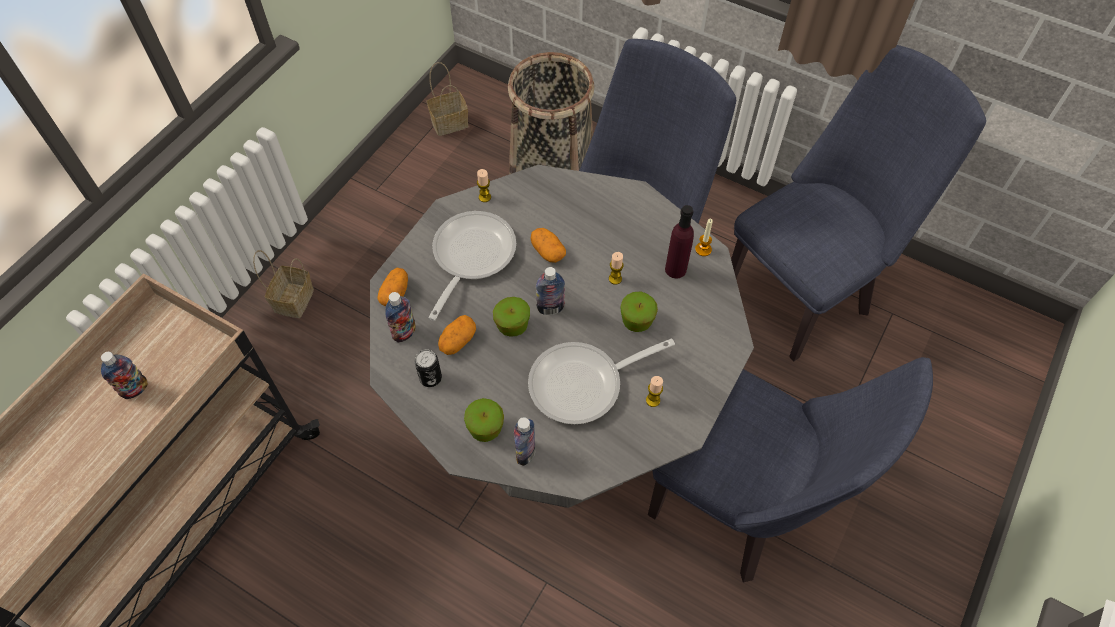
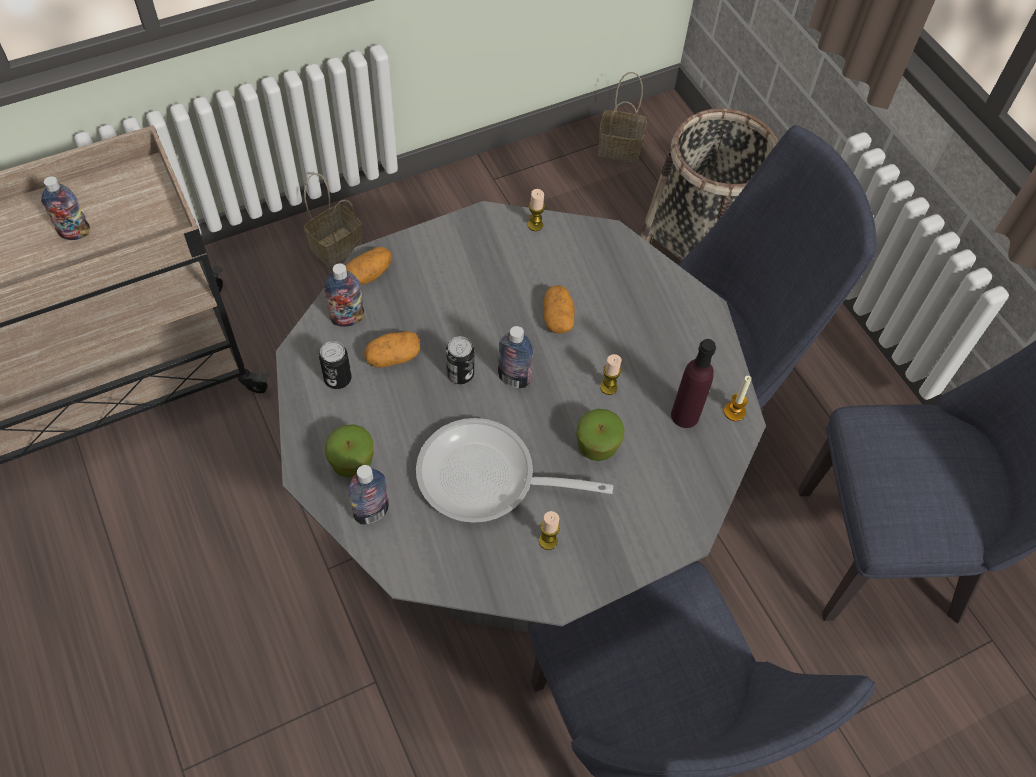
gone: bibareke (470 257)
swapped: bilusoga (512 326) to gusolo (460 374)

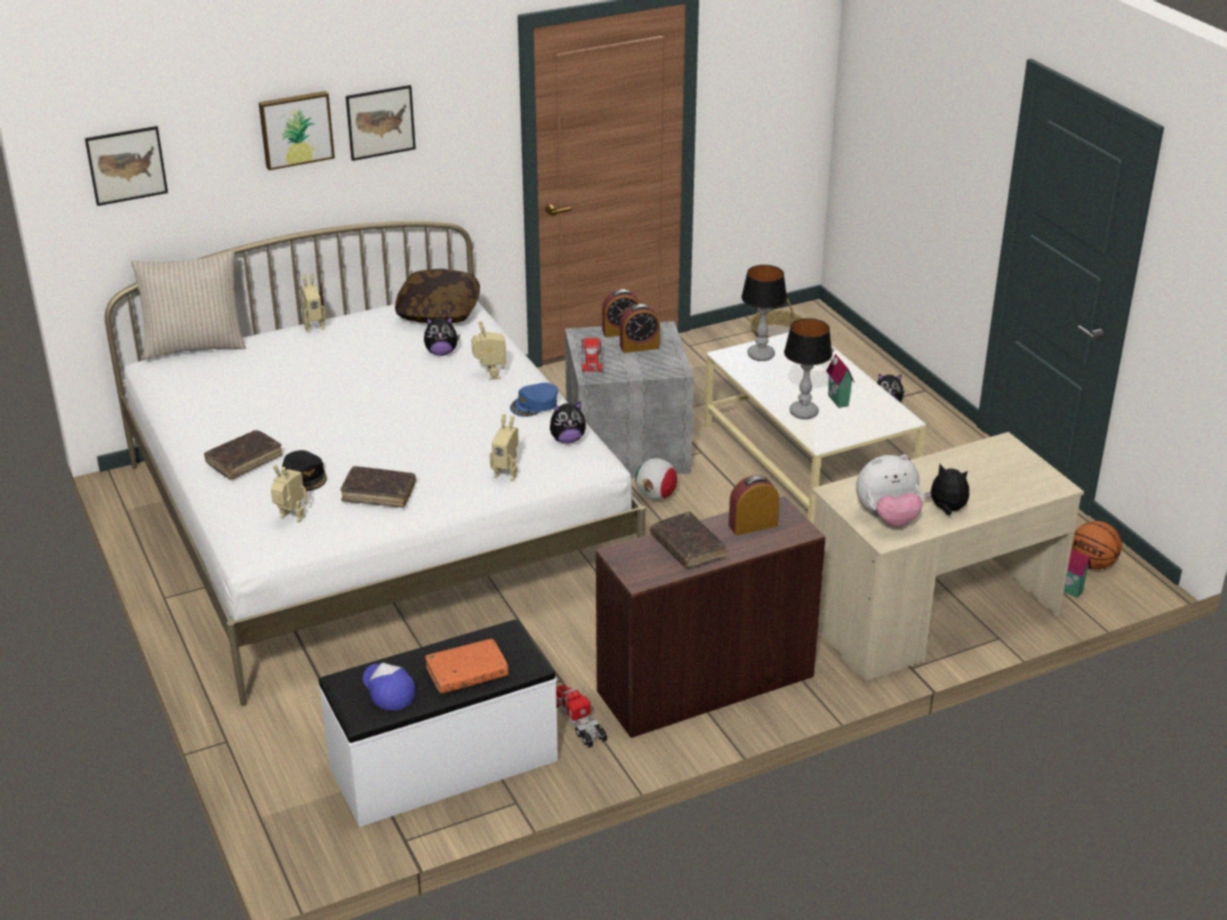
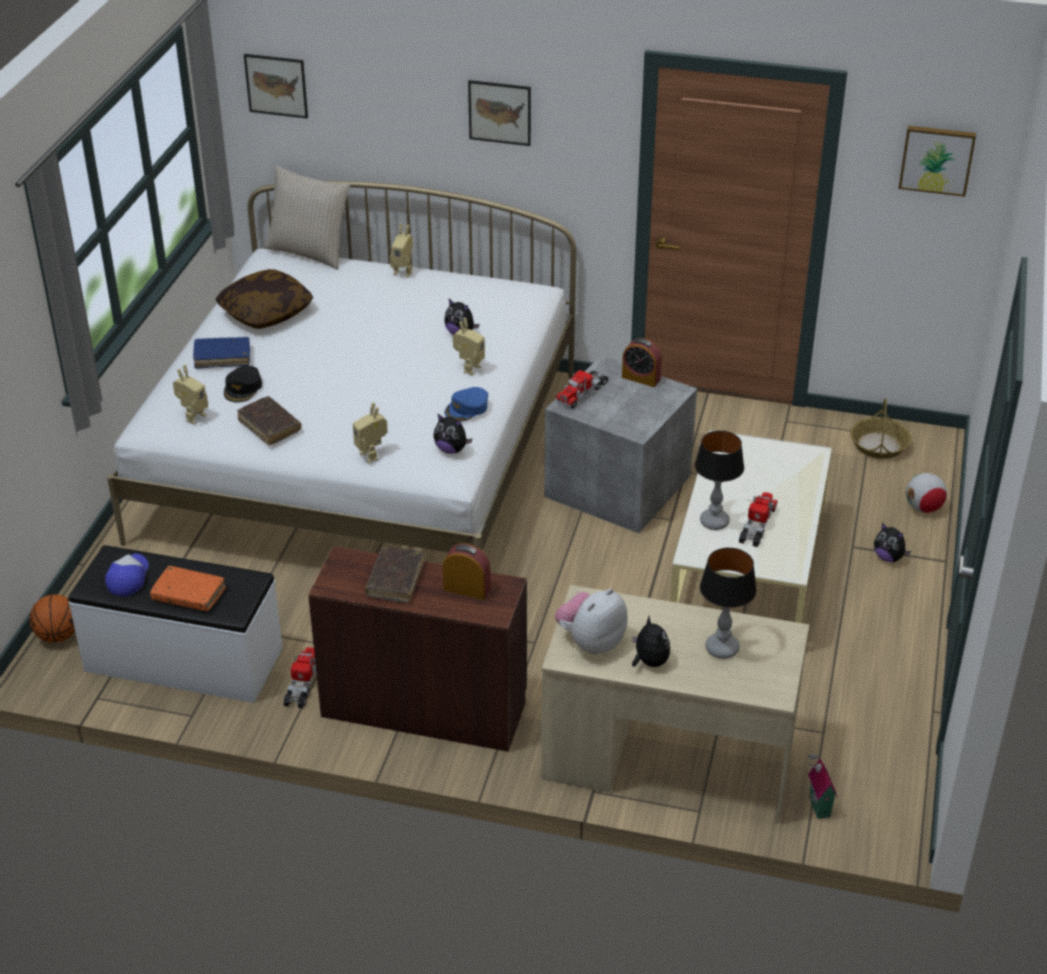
gone: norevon (639 347)
shifted: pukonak (296 129) to (937 159); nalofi (760 355) to (721 649); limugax (438 311) to (266 312); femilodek (656 496) to (923 508); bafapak (1092 564) to (58 636)
swapped: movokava (836 400) to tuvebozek (757 525)
repainted: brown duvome (244 460) to blue duvome (222 357)
rotated: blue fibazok (534 404) = (467 409) 45 degrees counterclockwise; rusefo (888 518) = (591 642) 105 degrees clockwise; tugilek (290 519) = (193 417) 60 degrees clockwise

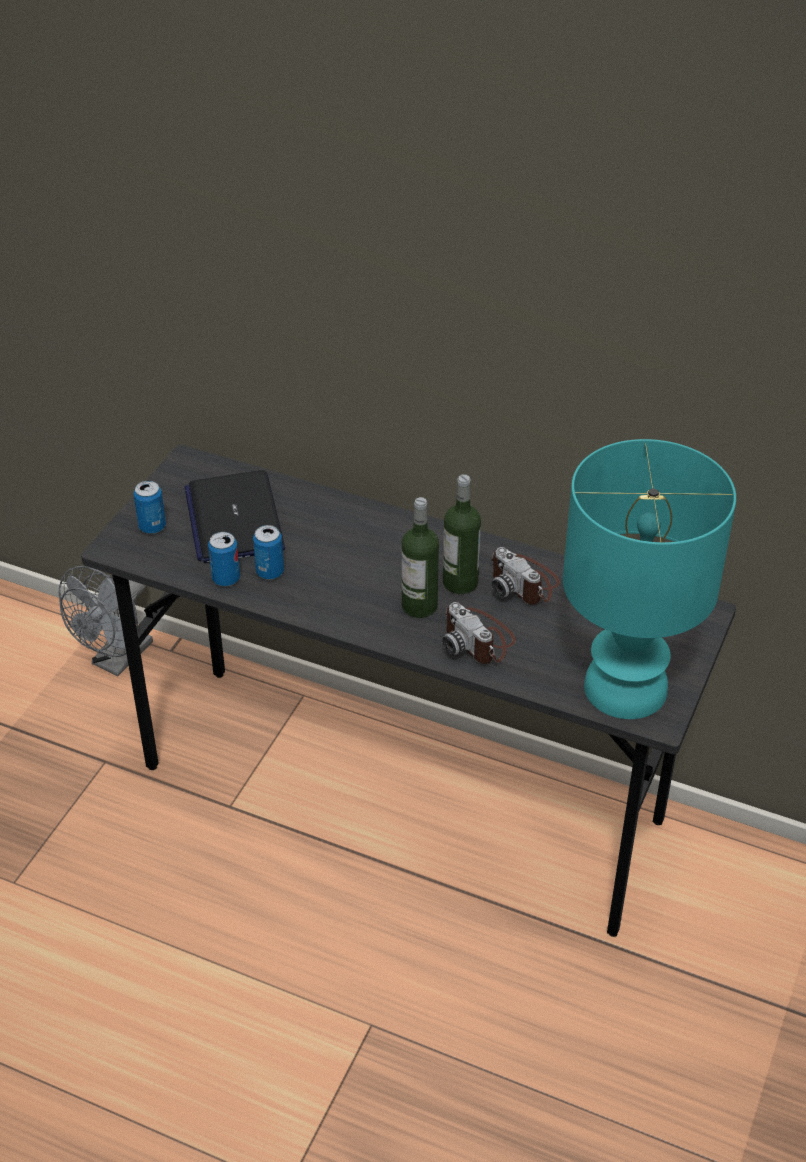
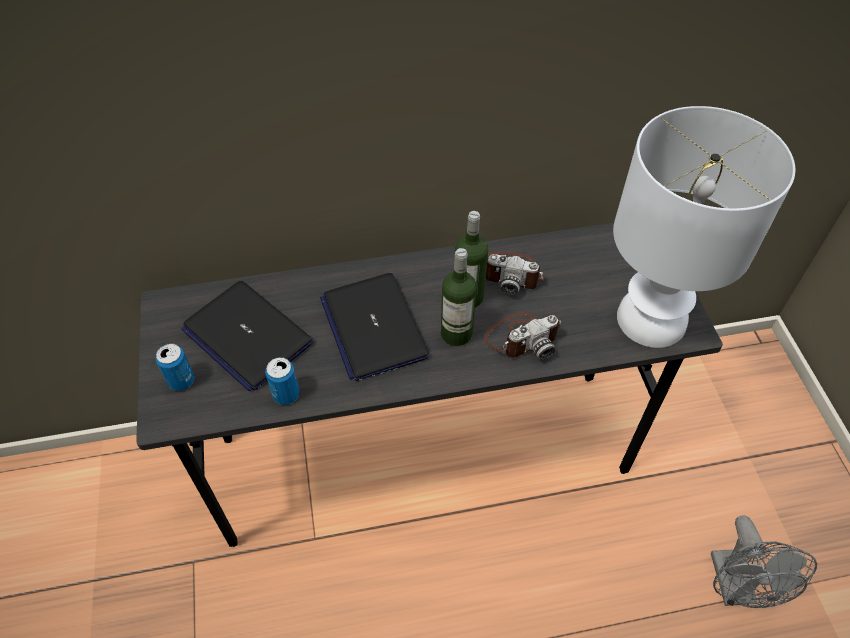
gone: gusolo (270 572)
new: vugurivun (373 327)
shifted: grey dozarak (117 660) to (736 588)
repainted: turquoise nalofi (624 686) to white nalofi (649 318)
rotated: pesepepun (478 639) = (522 337) 45 degrees counterclockwise

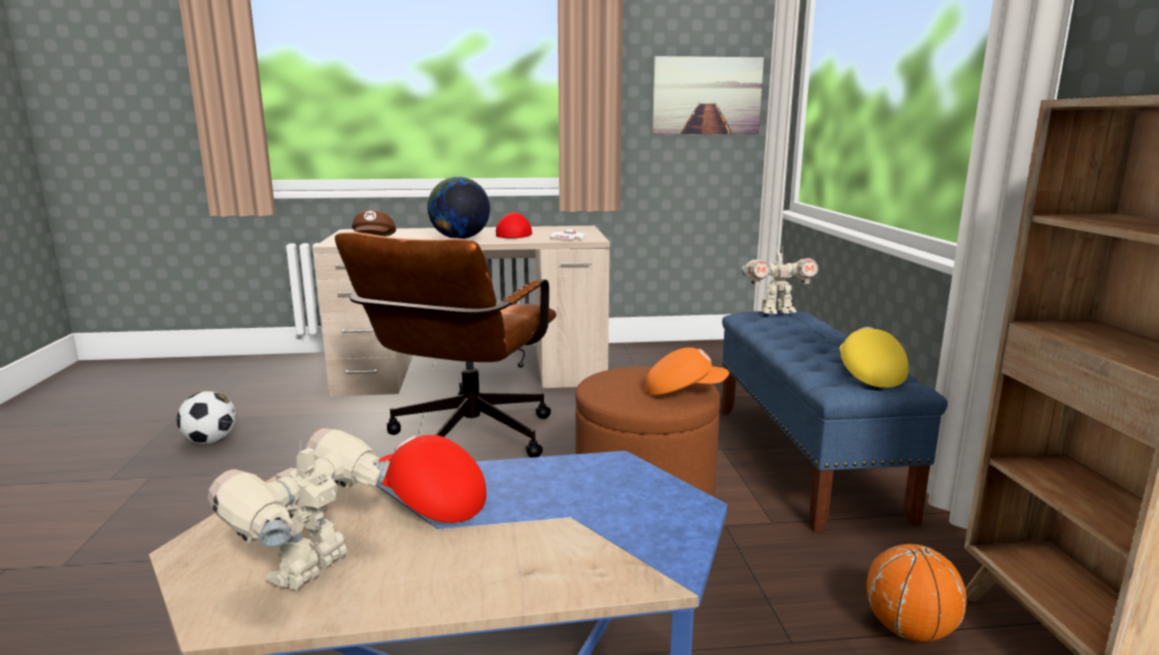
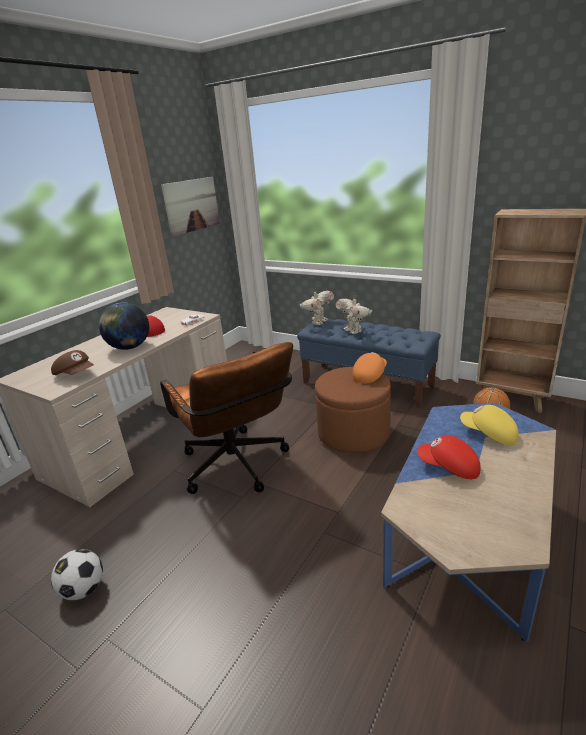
shifted: yellow fibazok (867 374) to (488 434); tugilek (314 570) to (353 330)
rotated: red fibazok (429 502) = (449 468) 45 degrees clockwise

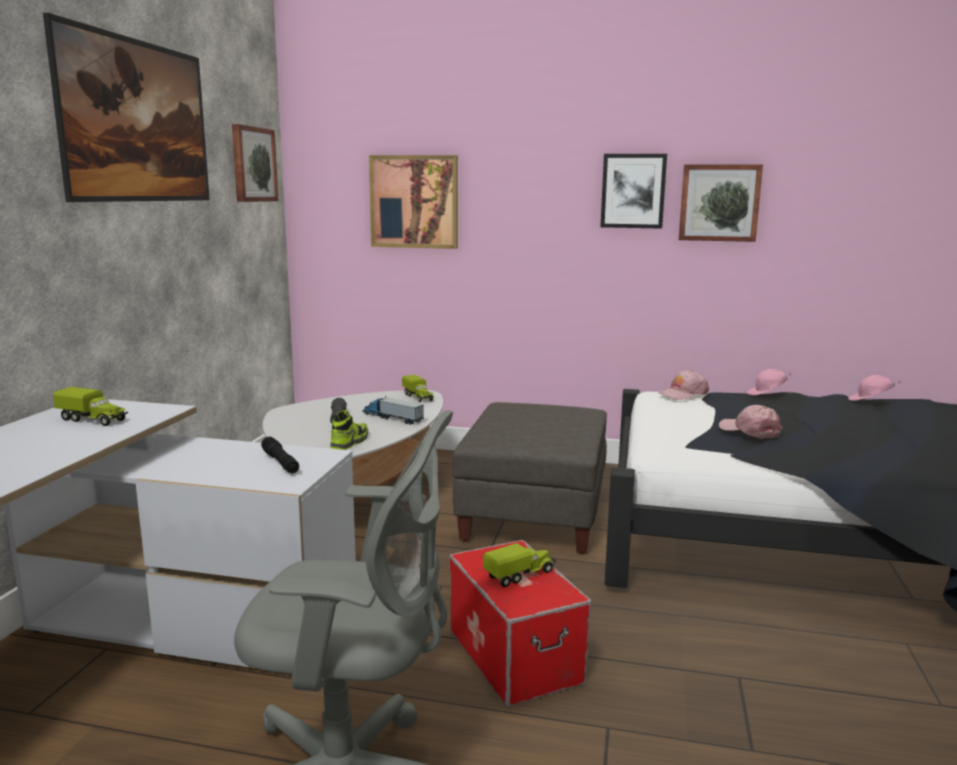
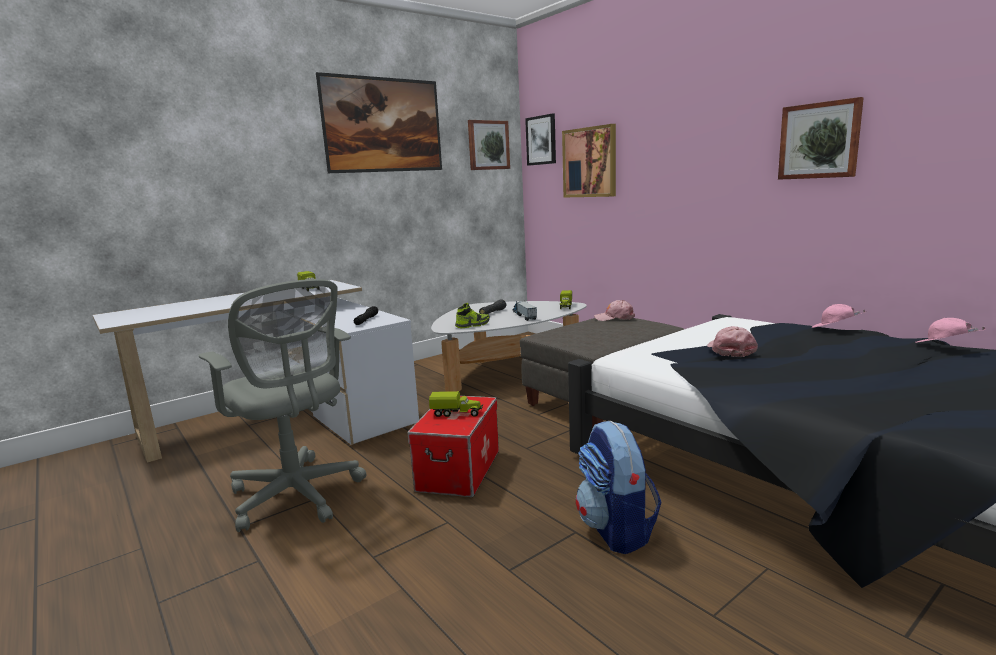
new: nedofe (616 530)
shifted: pukonak (633 191) to (541 140); pink fibazok (683 394) to (614 318)

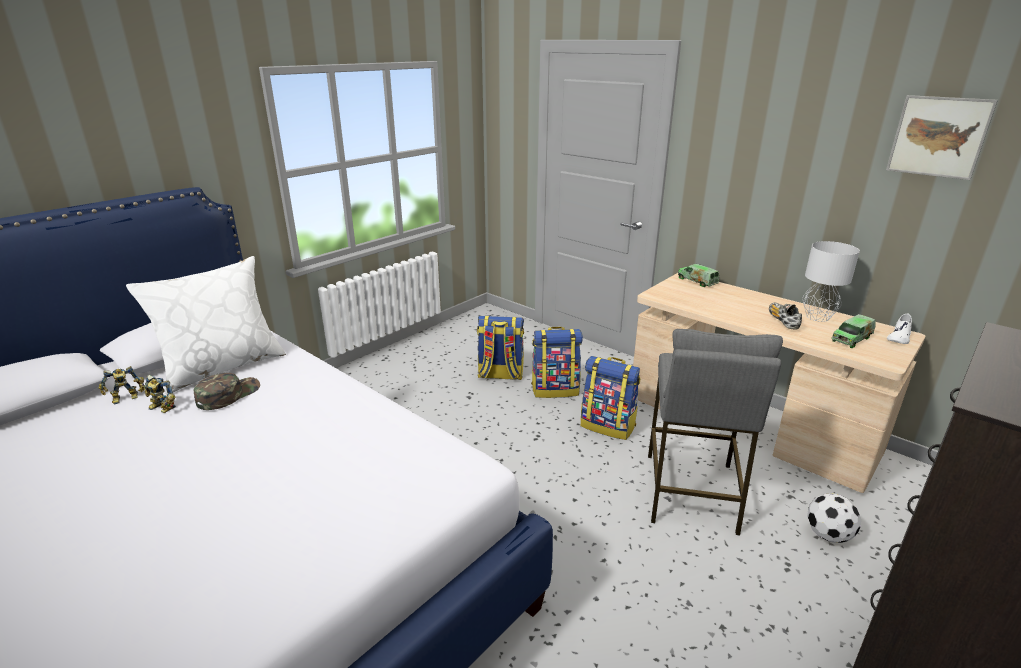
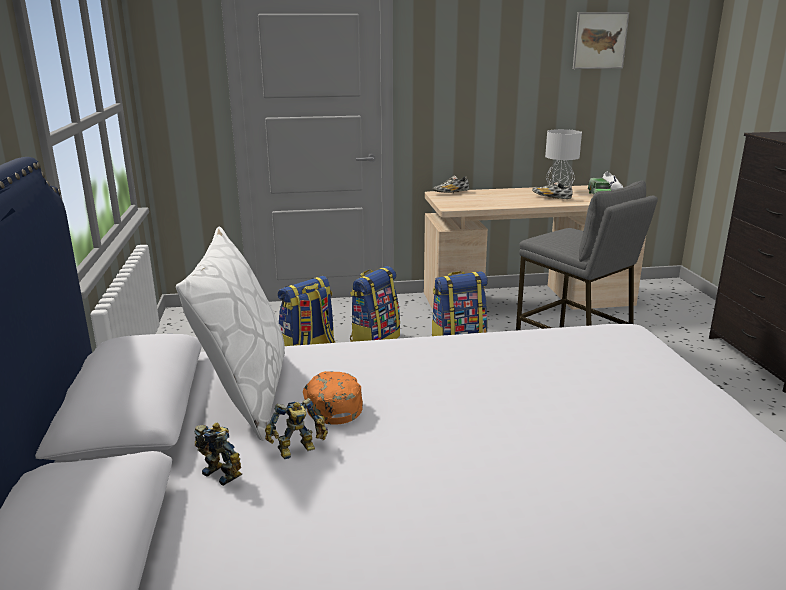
gone: femilodek (828 535)
swapped: tuvebozek (697 281) to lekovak (451 193)
repainted: green fibazok (228 394) to orange fibazok (330 402)
rotated: tugilek (126 399) = (223 472) 60 degrees counterclockwise

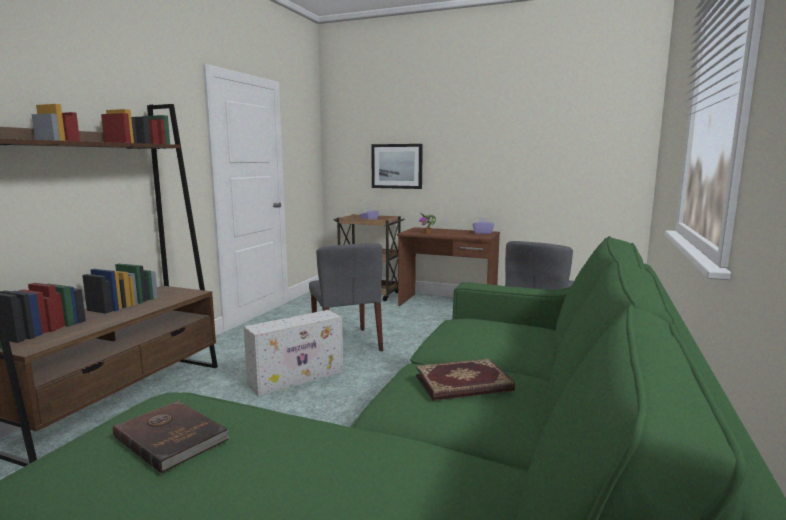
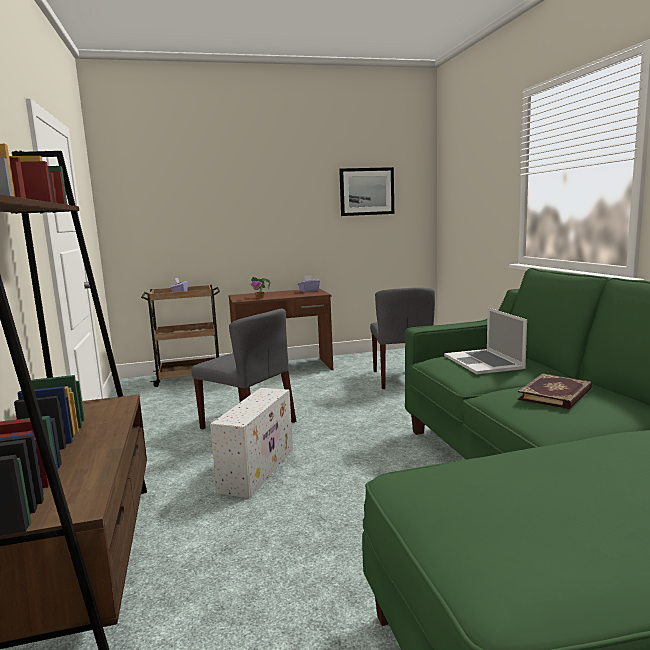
gone: brown duvome (172 437)
new: vugurivun (483 362)
shifted: pukonak (397 166) to (366 191)

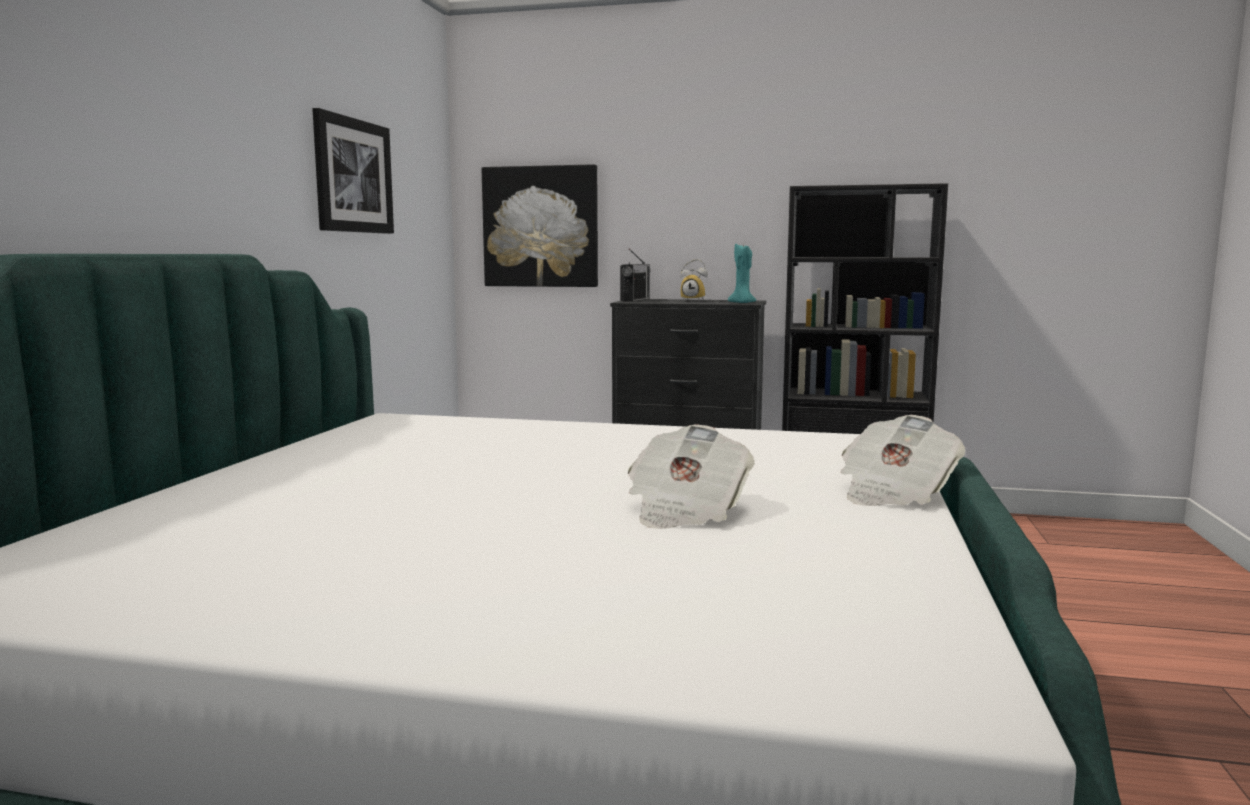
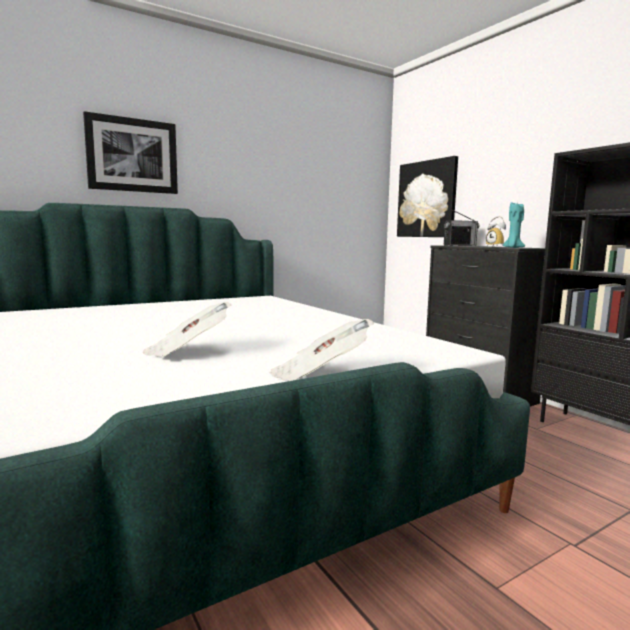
shifted: pukonak (353 176) to (132 155)

